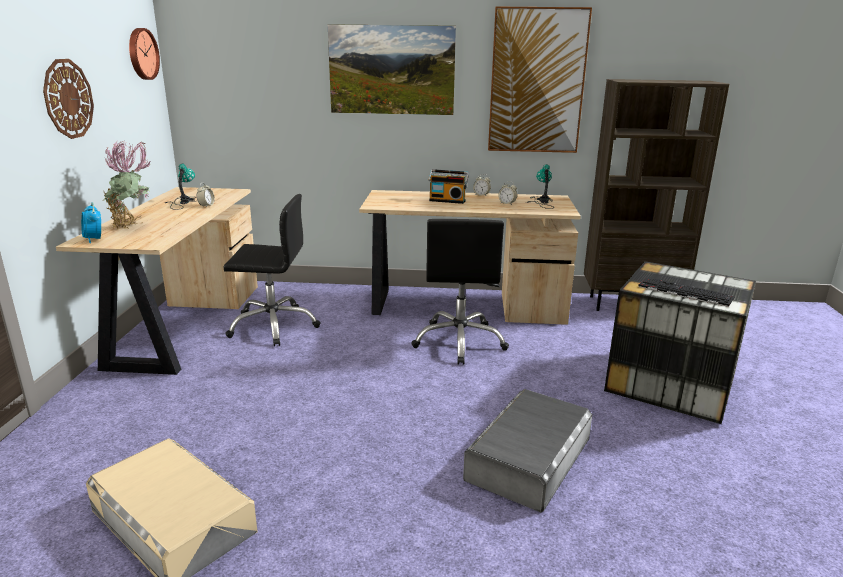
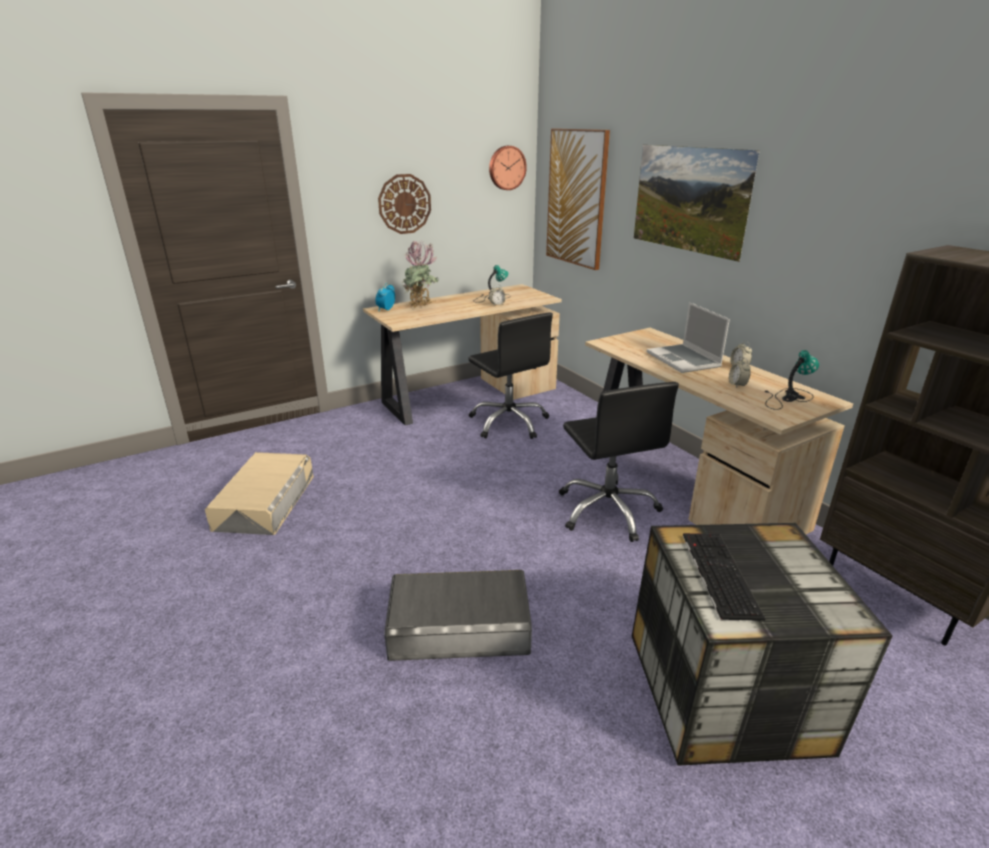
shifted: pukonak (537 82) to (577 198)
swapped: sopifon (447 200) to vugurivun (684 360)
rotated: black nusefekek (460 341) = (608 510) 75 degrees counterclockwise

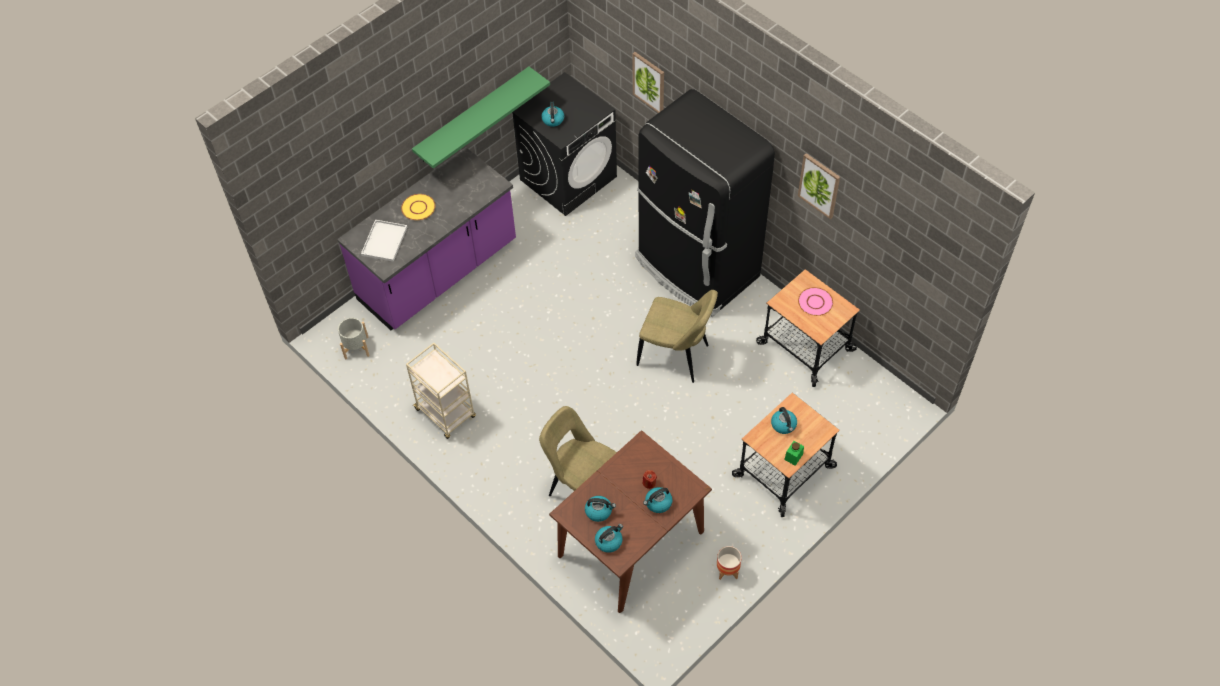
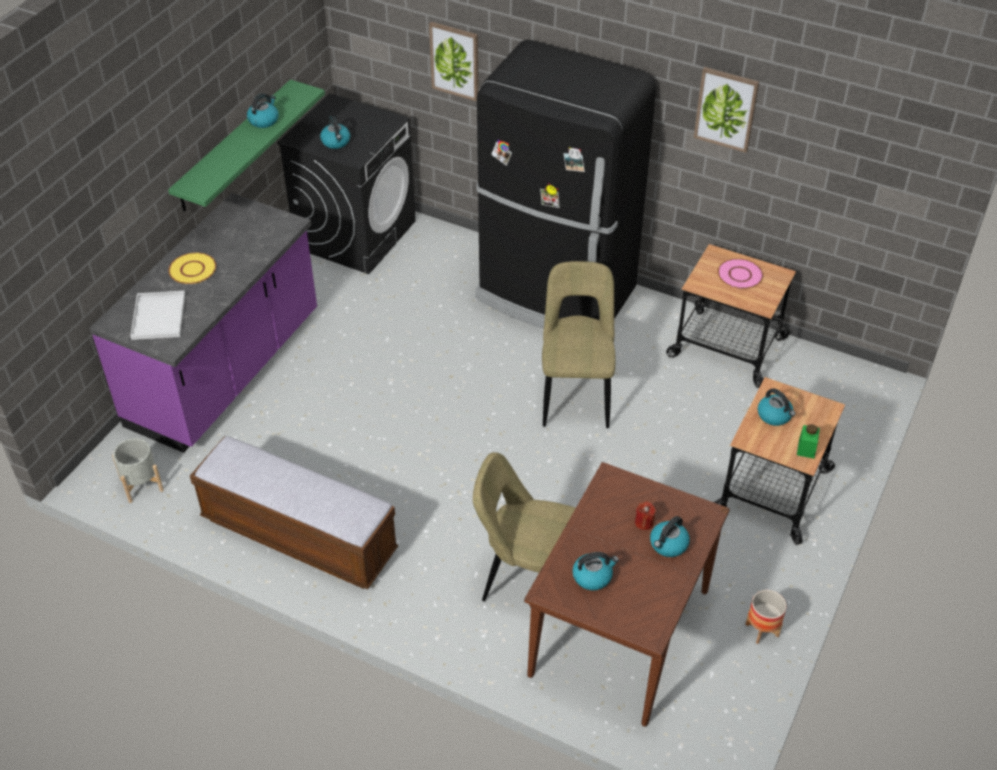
shifted: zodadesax (609 541) to (264 120)
swapped: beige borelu (446 414) to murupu (299 535)
rotated: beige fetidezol (676 356) = (575 394) 90 degrees counterclockwise

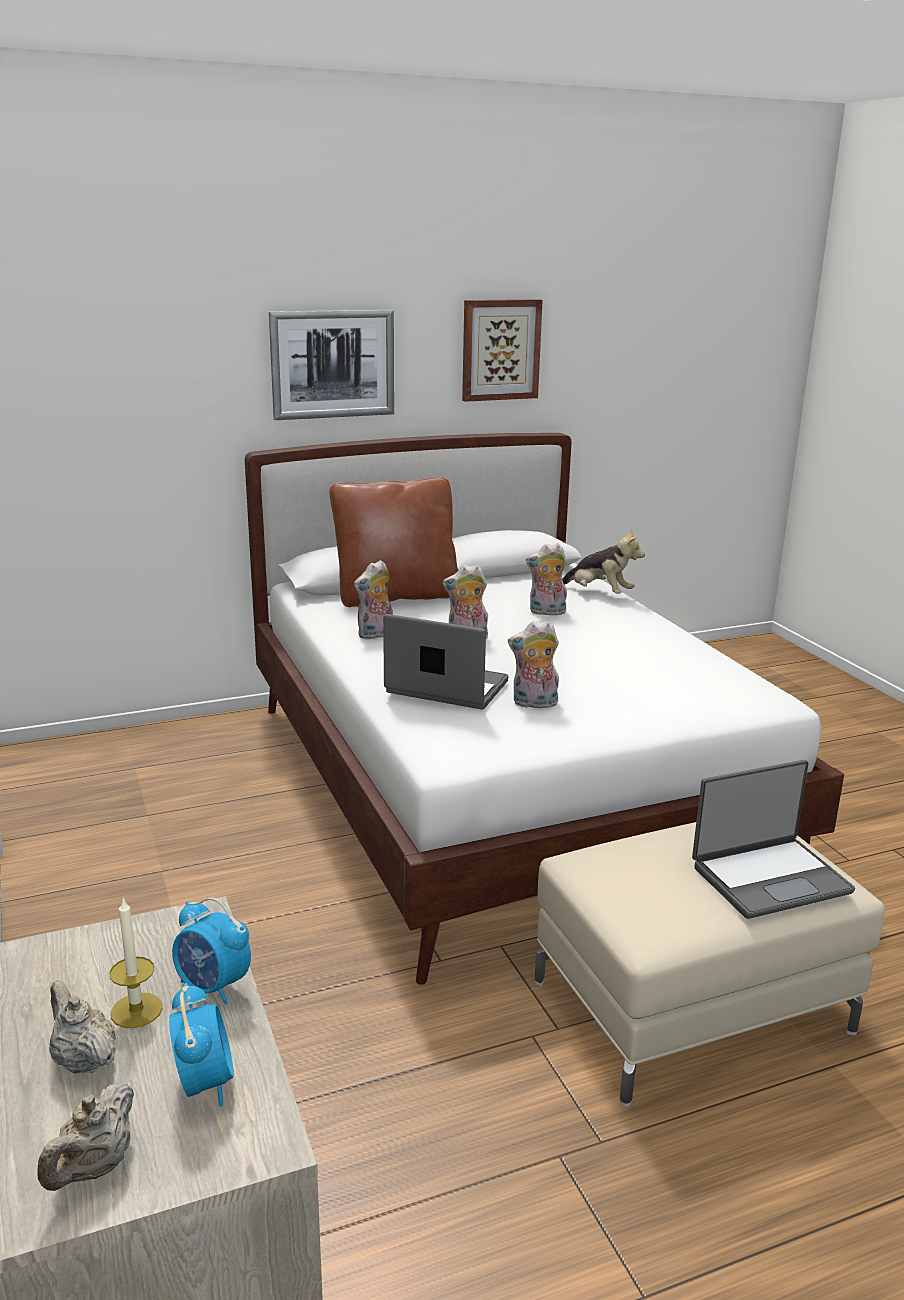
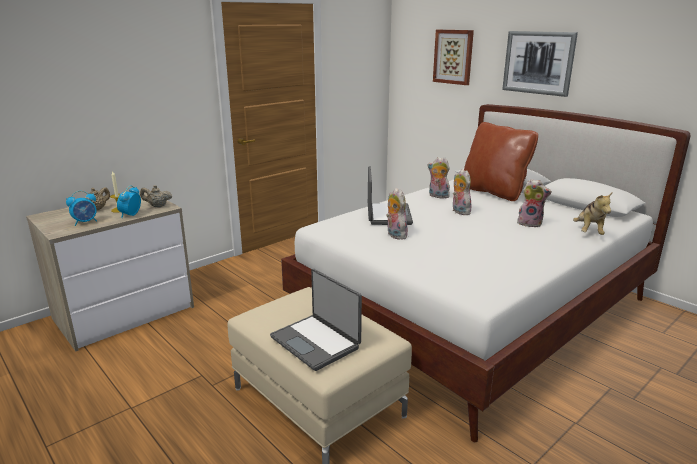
shifted: pukonak (500 349) to (453 57); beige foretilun (94 1167) to (157 206)
rotated: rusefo (546 612) = (530 223) 135 degrees clockwise

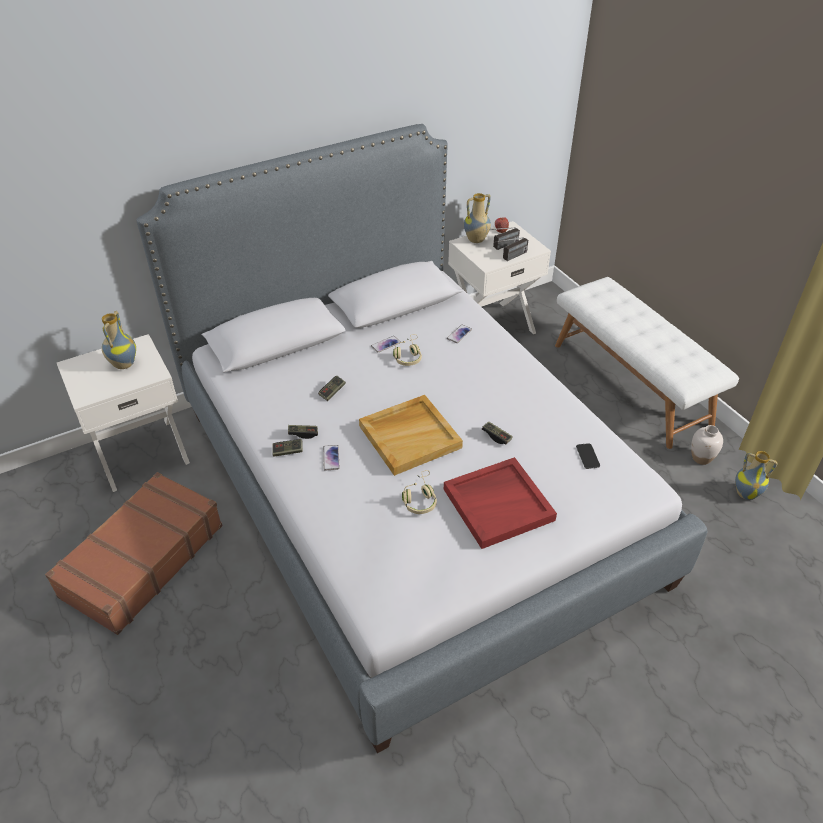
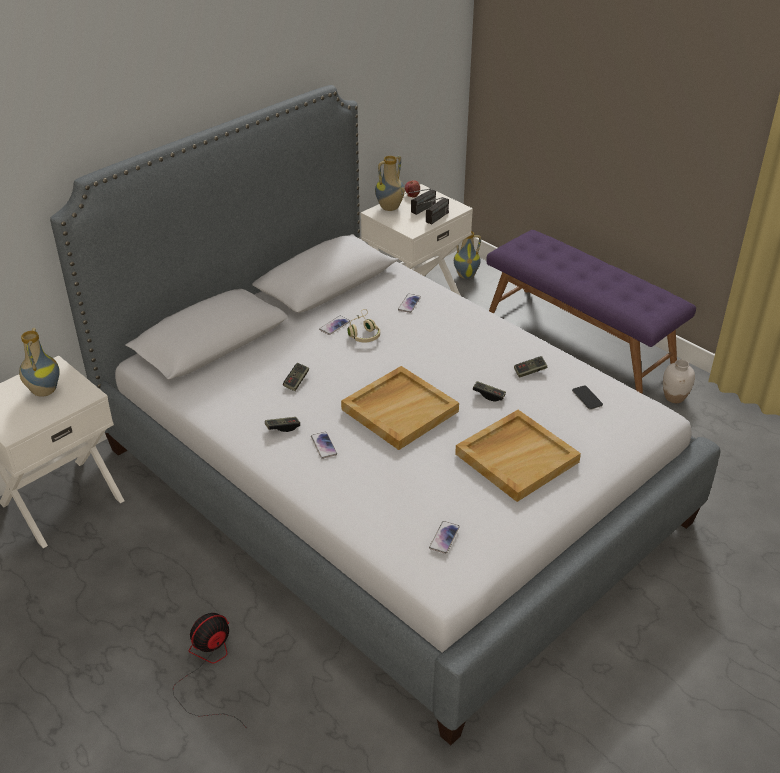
gone: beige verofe (419 498); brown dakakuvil (142 560)
new: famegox (444 537); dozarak (208 668)
shifted: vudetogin (288 451) to (530 371); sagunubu (746 493) to (466 275)
repainted: white murupu (631 383) to purple murupu (580 337); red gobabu (498 504) to beige gobabu (517 457)

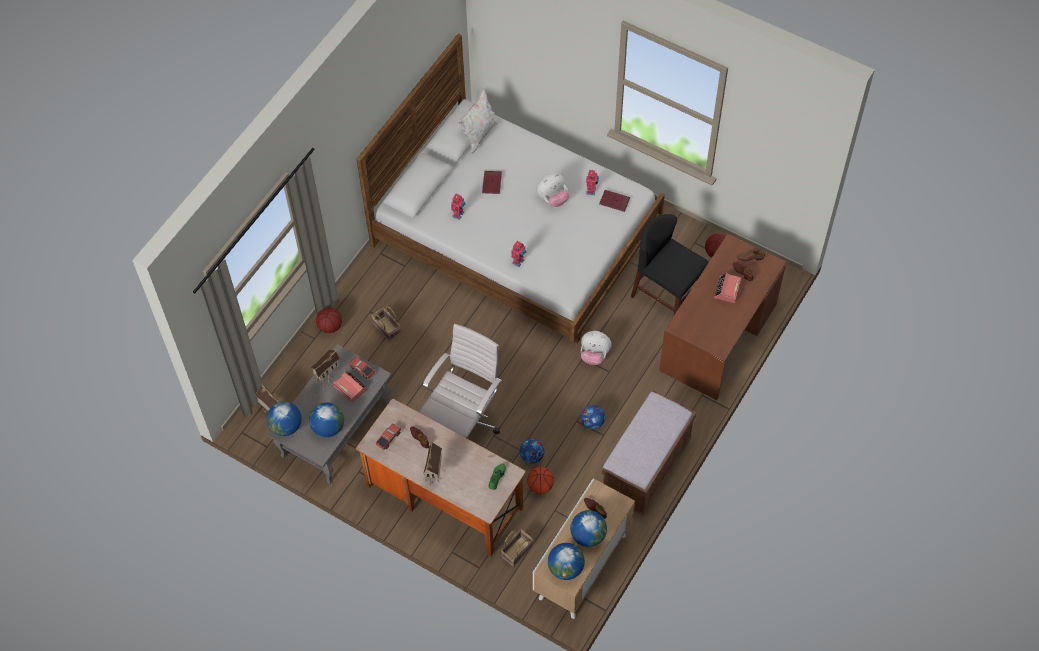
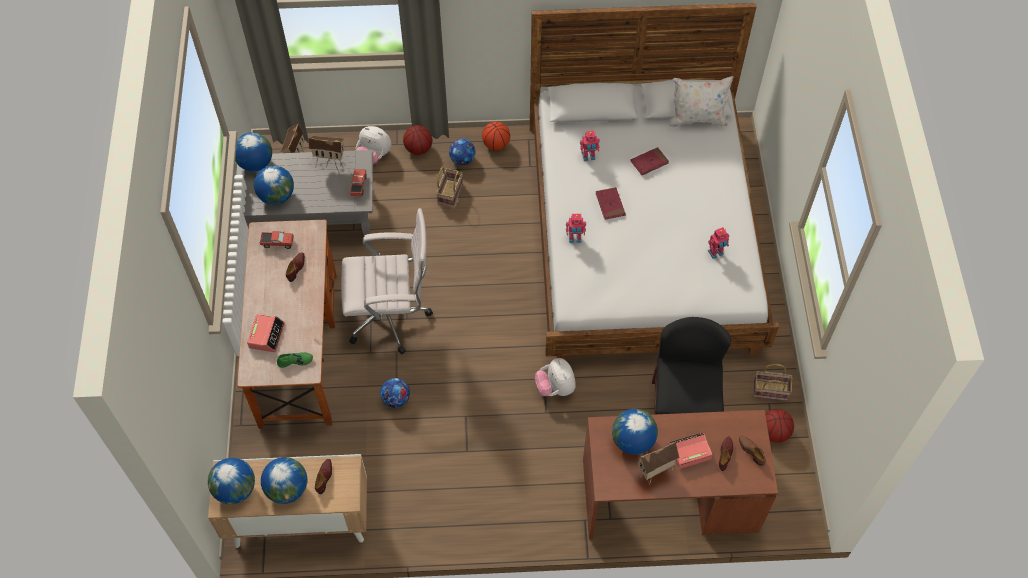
gone: brown murupu (646 467)
new: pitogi (632 440)
shifted: rusefo (552 199) to (374 155); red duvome (614 201) to (610 204); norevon (350 388) to (266 335); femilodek (592 422) to (462 159); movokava (434 474) to (655 473); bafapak (540 486) to (496 144); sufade (517 550) to (771 390)

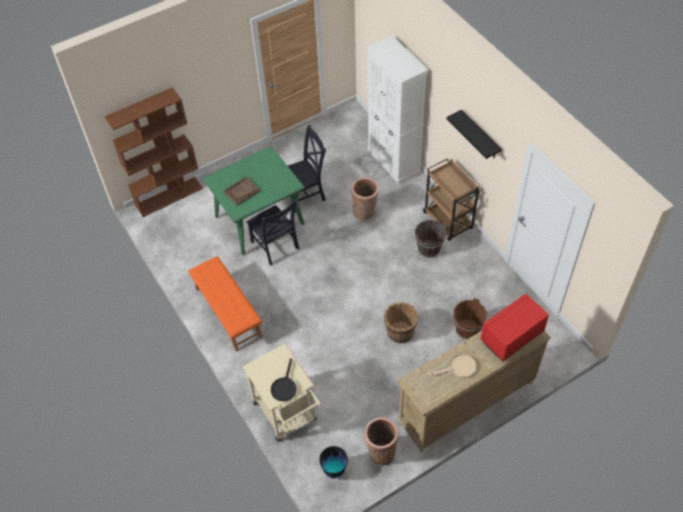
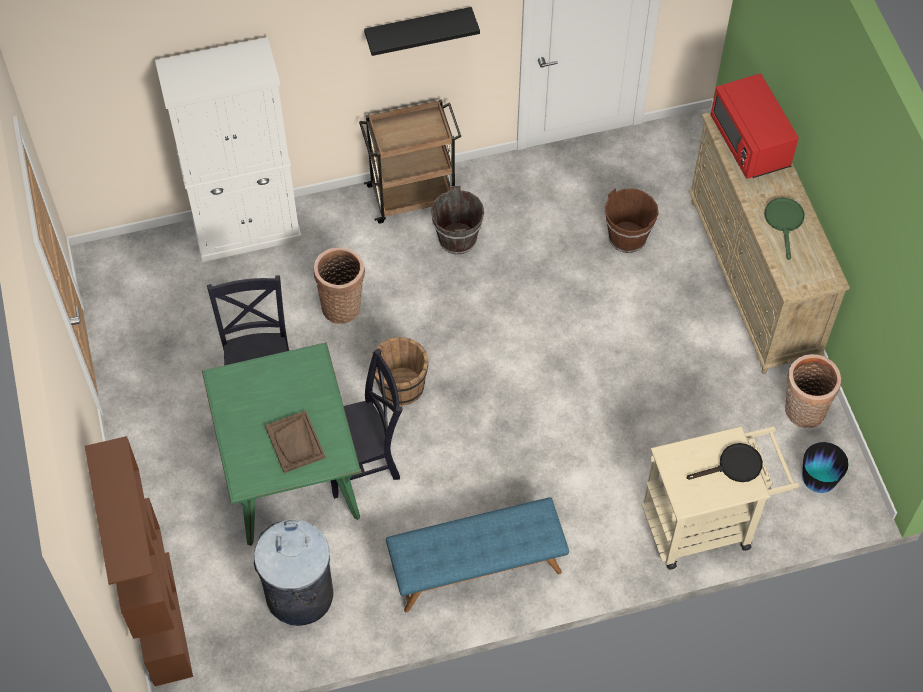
new: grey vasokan (299 595)
shifted: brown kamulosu (400 332) to (401 386)
repainted: orange murupu (228 313) to blue murupu (476 569); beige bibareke (458 368) to green bibareke (784 222)
rotated: black bibareke (284 386) = (734 466) 45 degrees counterclockwise

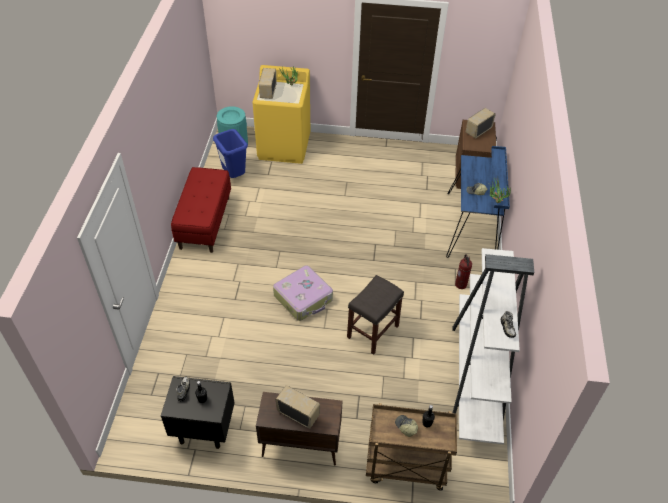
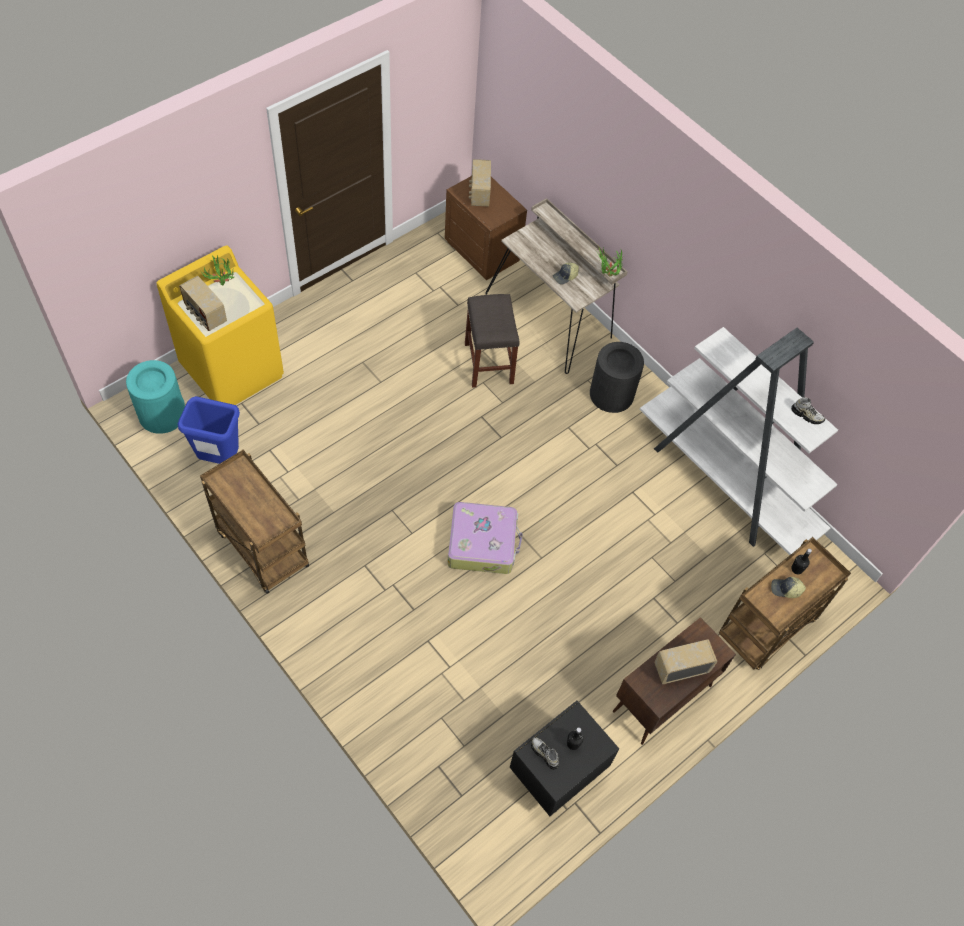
shifted: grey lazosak (373 331) to (488 362)
swapped: red murupu (204 222) to brown borelu (261 548); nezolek (461 284) to black vasokan (612 394)
repainted: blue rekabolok (472 226) to beige rekabolok (551 316)

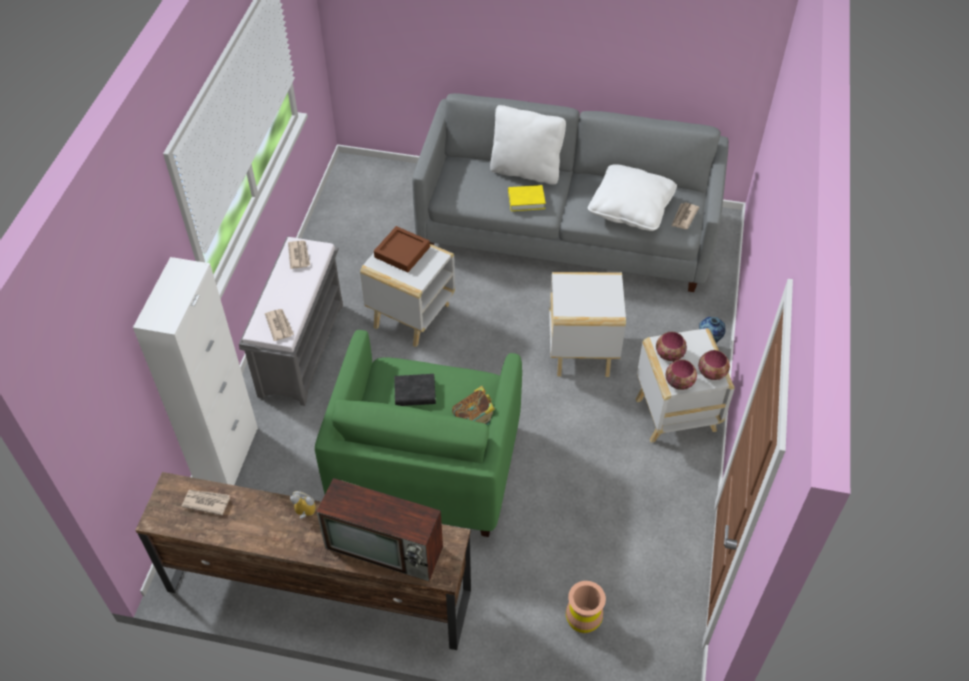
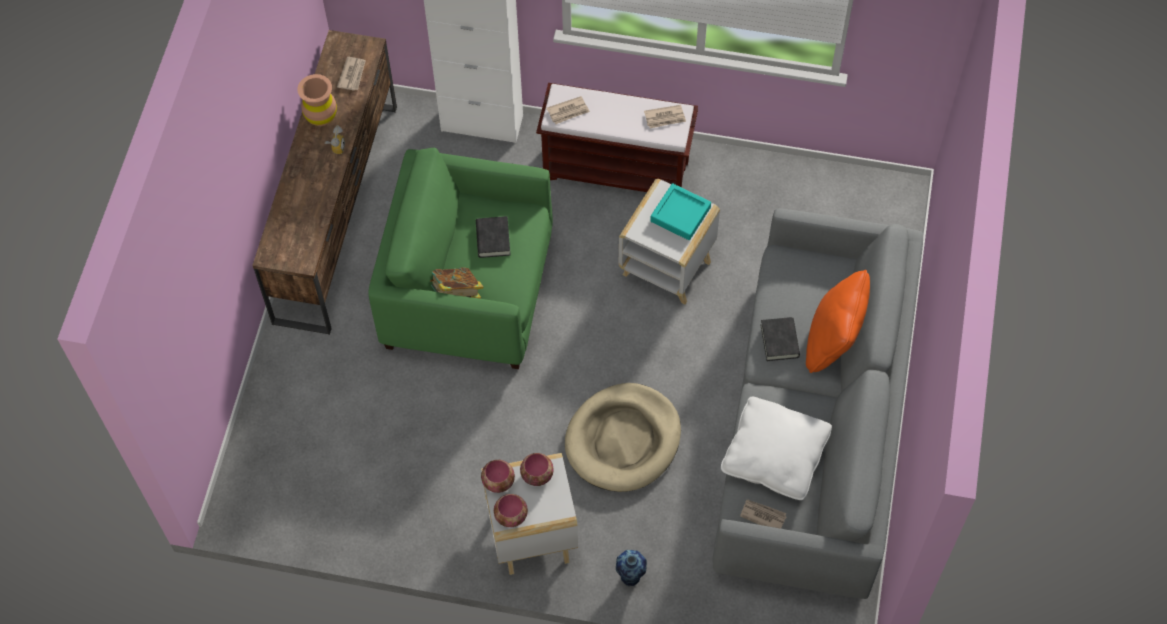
gone: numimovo (386 548)
shifted: brown sagunubu (583 620) to (321 116)
swapped: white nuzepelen (581 349) to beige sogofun (623 440)
repainted: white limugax (526 171) to orange limugax (832 341); yellow duvome (526 200) to black duvome (779 341); brown gobabu (402 252) to turquoise gobabu (680 214); grey murupu (301 348) to brown murupu (617 169)

